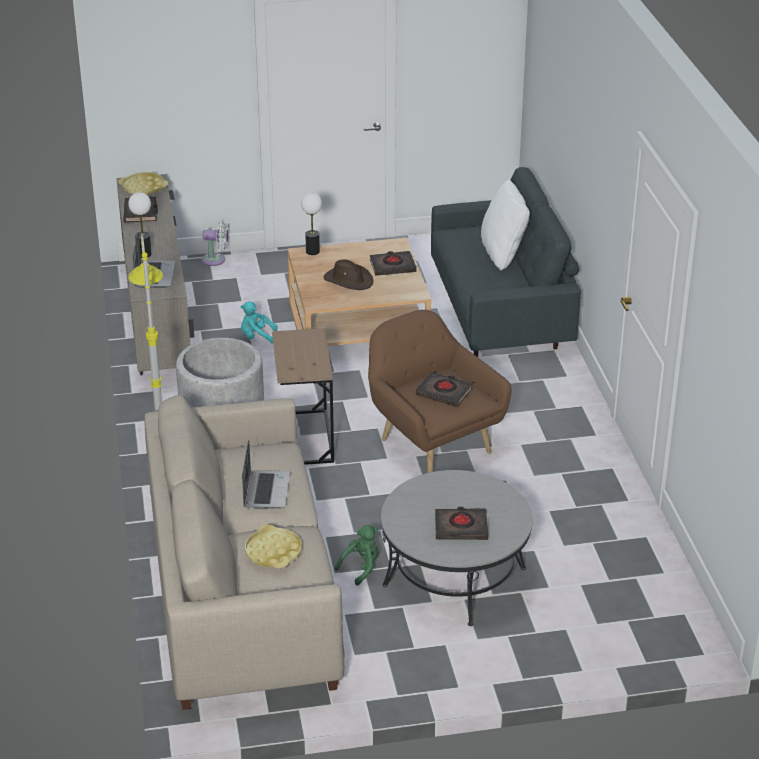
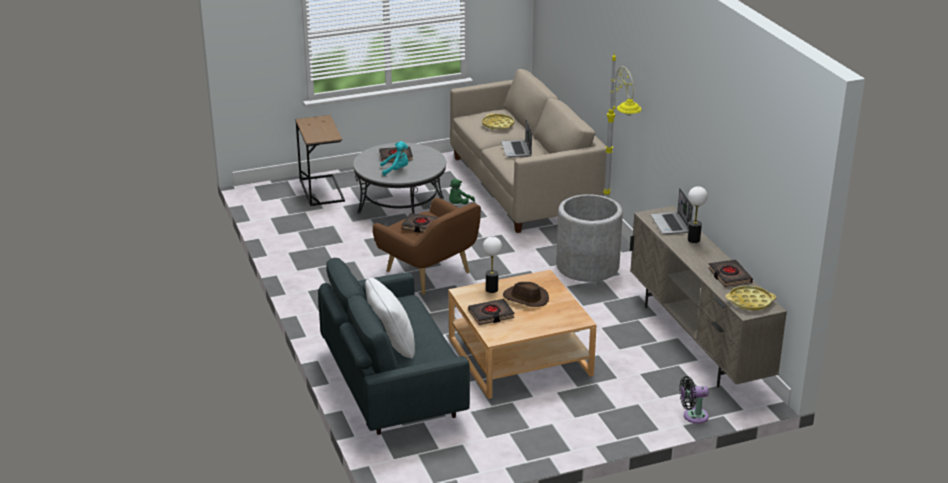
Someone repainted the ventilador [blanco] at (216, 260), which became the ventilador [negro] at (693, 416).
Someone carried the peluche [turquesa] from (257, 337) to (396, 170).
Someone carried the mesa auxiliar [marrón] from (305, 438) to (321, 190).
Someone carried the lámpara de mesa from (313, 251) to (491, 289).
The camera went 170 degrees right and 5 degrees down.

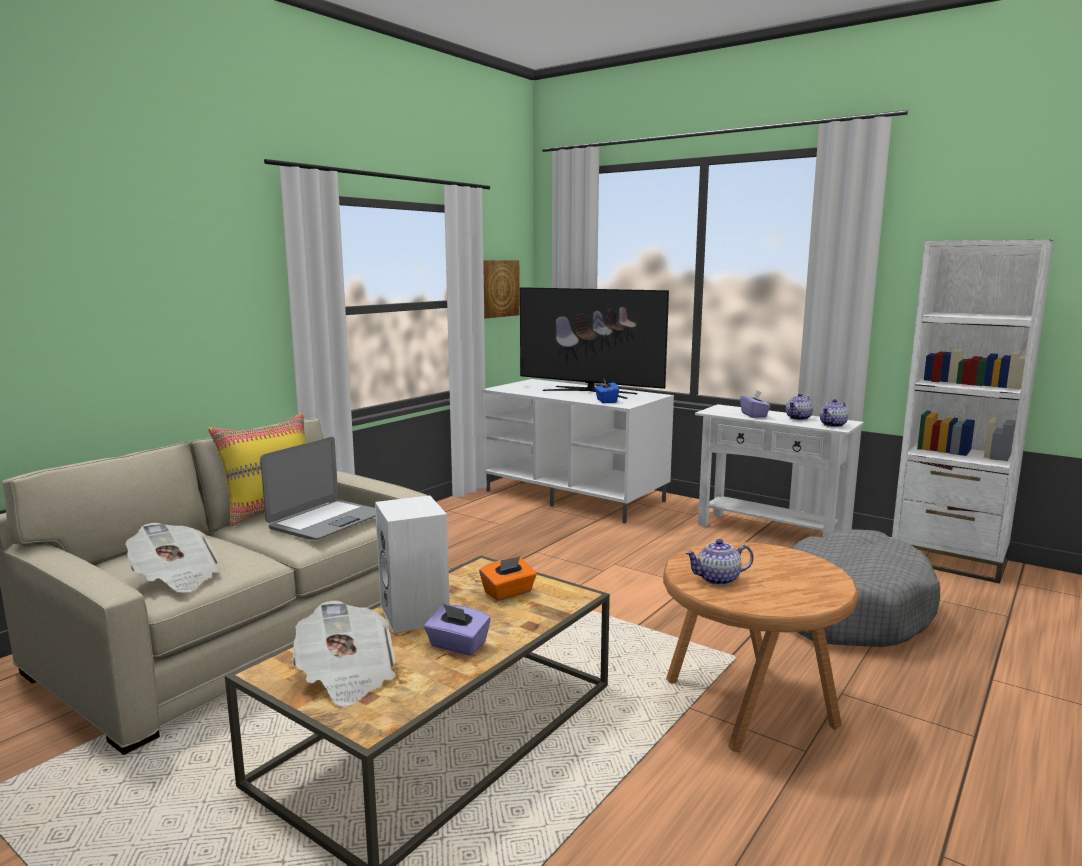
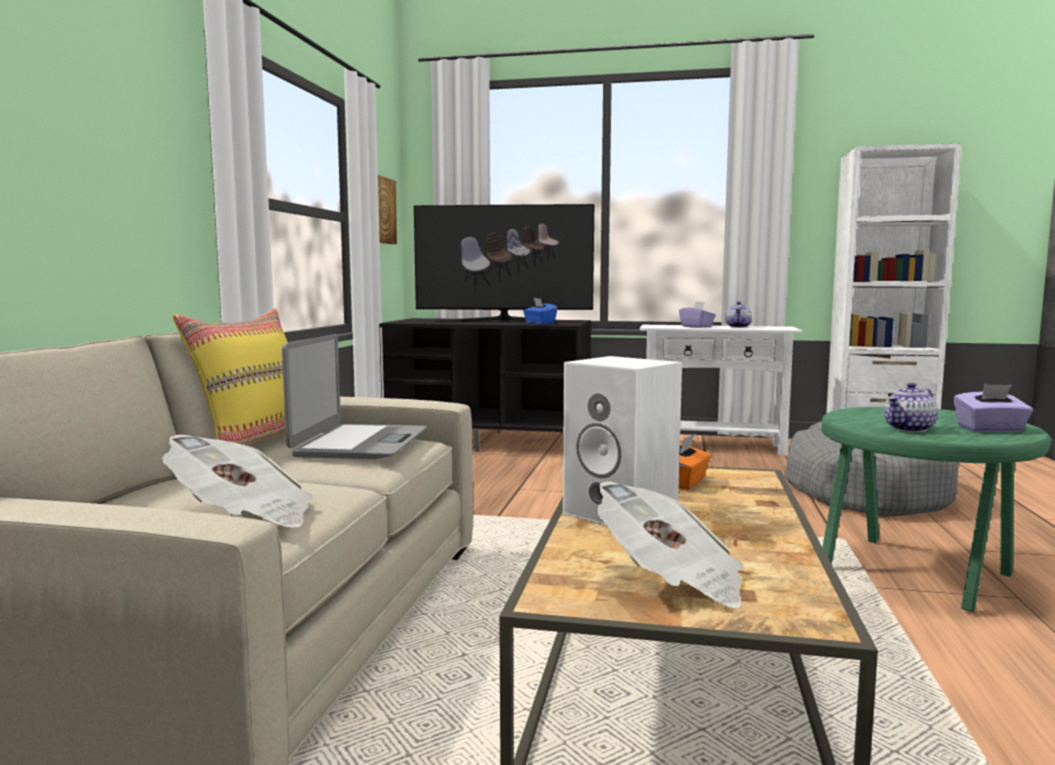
Someone carried the caja de pañuelos [morado] from (457, 645) to (990, 429).
Someone repainted the mueble de televisión [blanco] at (576, 496), which became the mueble de televisión [negro] at (490, 441).
Someone repainted the mesa auxiliar [marrón] at (749, 706), which became the mesa auxiliar [verde] at (918, 574).
Someone took away the tetera at (833, 425).
The camera went 25 degrees left and 5 degrees down.

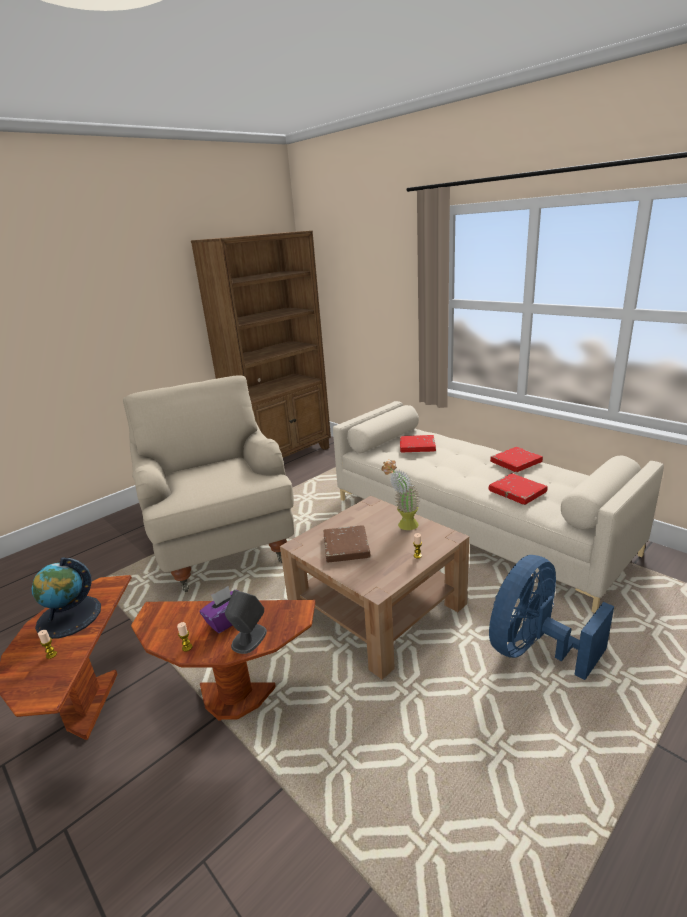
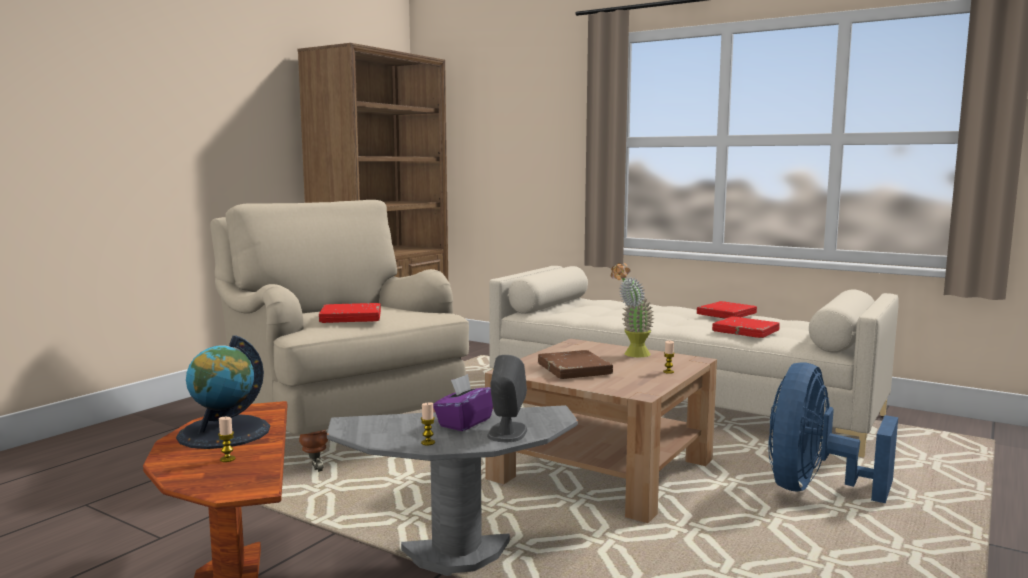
Someone repainted the mesa auxiliar [marrón] at (234, 698), which became the mesa auxiliar [gris] at (457, 555).
Someone carried the libro [rojo] from (417, 446) to (351, 318).
The camera went 15 degrees left and 15 degrees down.

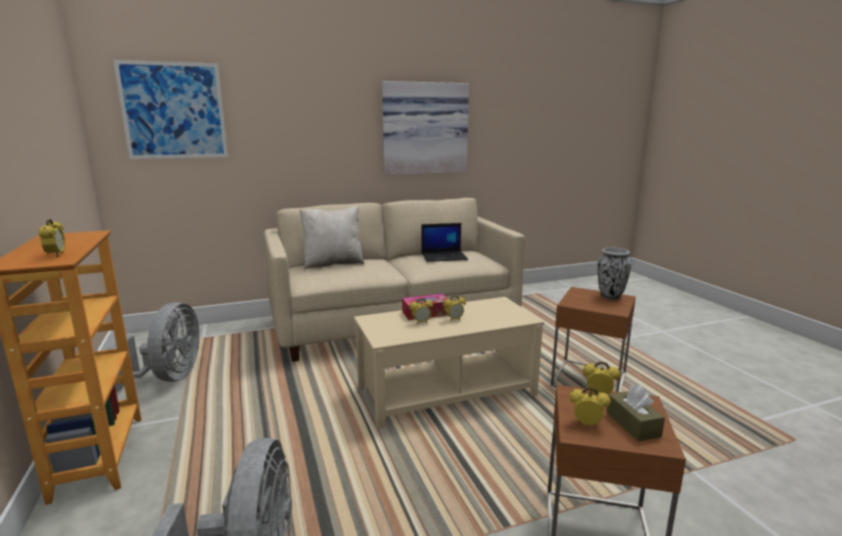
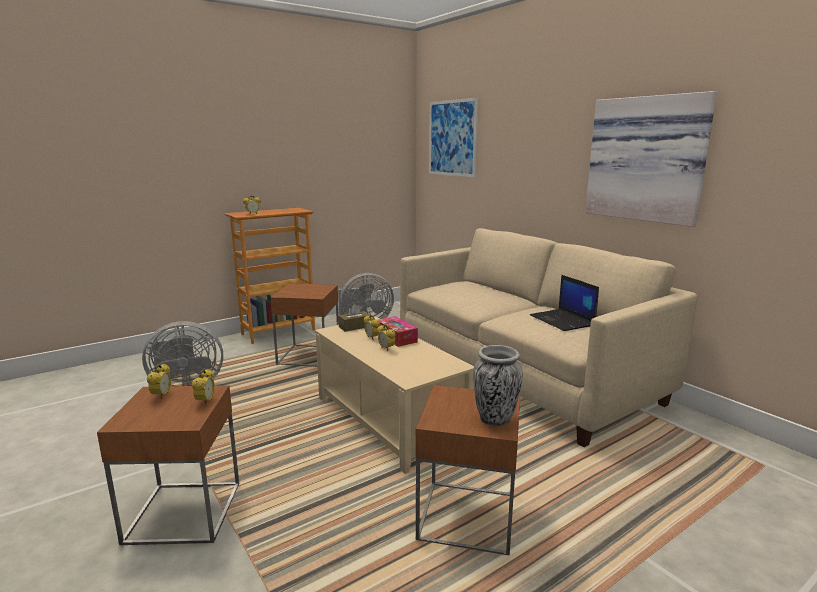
Someone took away the cojín [beis] at (333, 264).
Someone carried the caja de pañuelos [marrón] from (633, 424) to (354, 327).
Someone put down the mesa auxiliar [marrón] at (309, 356).
The camera went 75 degrees right and 0 degrees up.

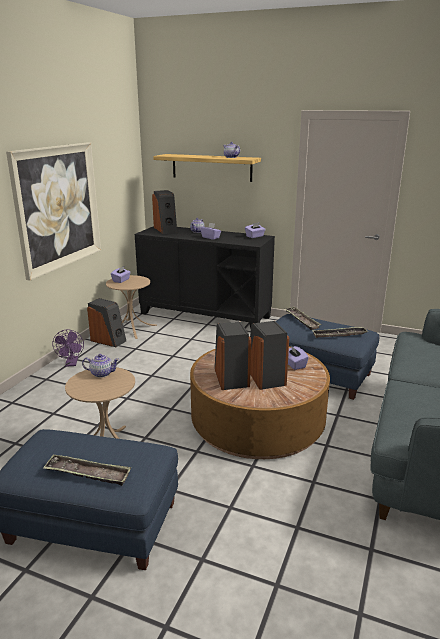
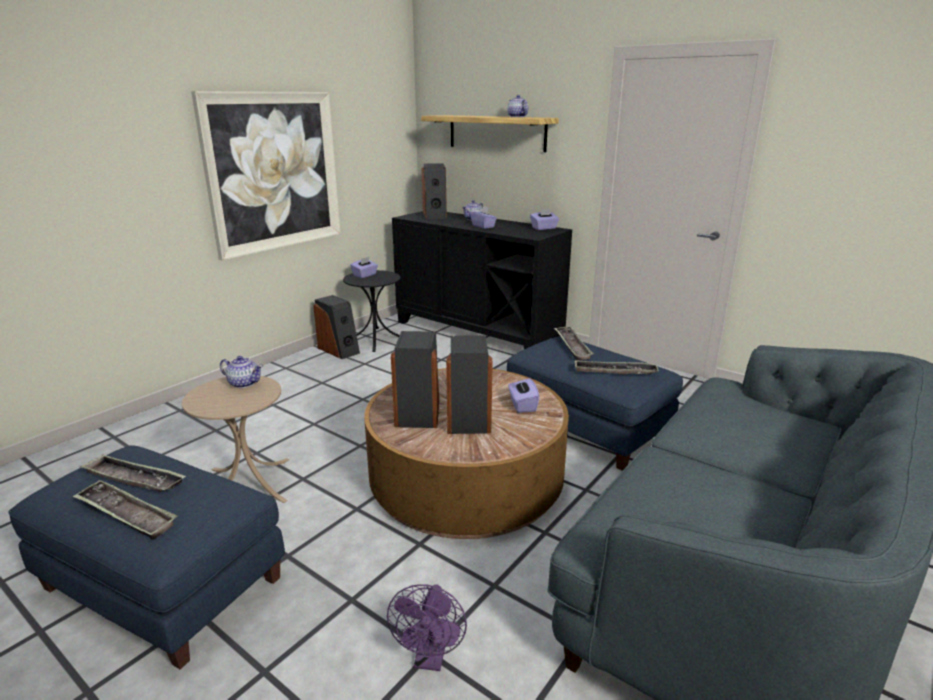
Someone carried the ventilador [morado] from (71, 364) to (430, 658).
Someone repainted the mesa auxiliar [beis] at (131, 328), which became the mesa auxiliar [negro] at (375, 338).
Someone put down the bandeja at (134, 479).
The camera went 15 degrees right and 0 degrees up.

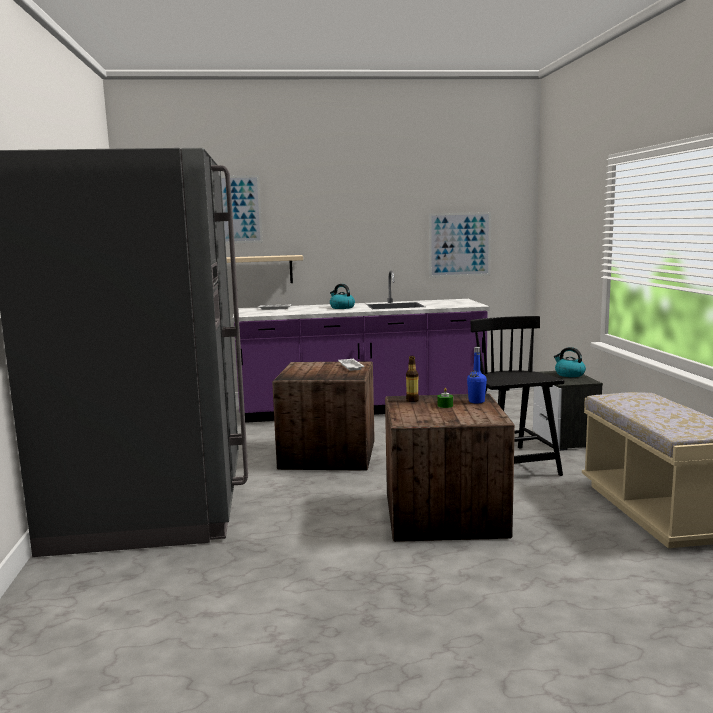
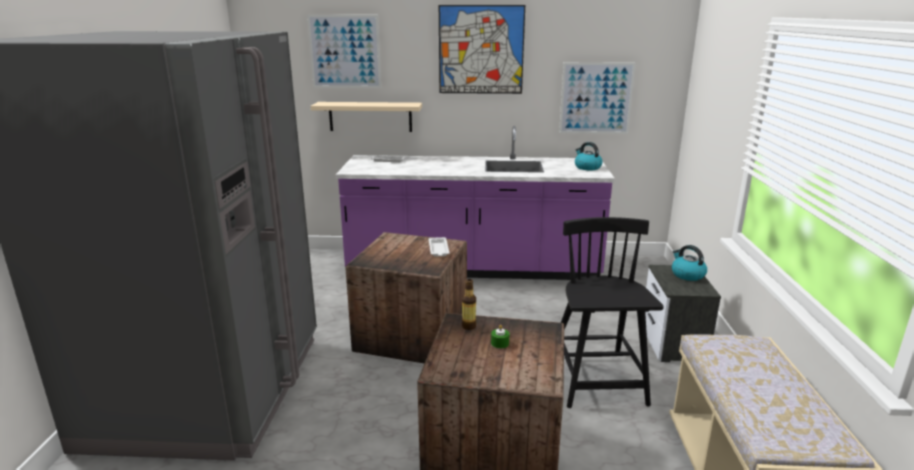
Someone carried the hervidor from (341, 307) to (587, 167).
Someone took away the botella [azul] at (476, 401).
Someone put up the cuadro at (481, 50).
The camera went 10 degrees right and 10 degrees up.

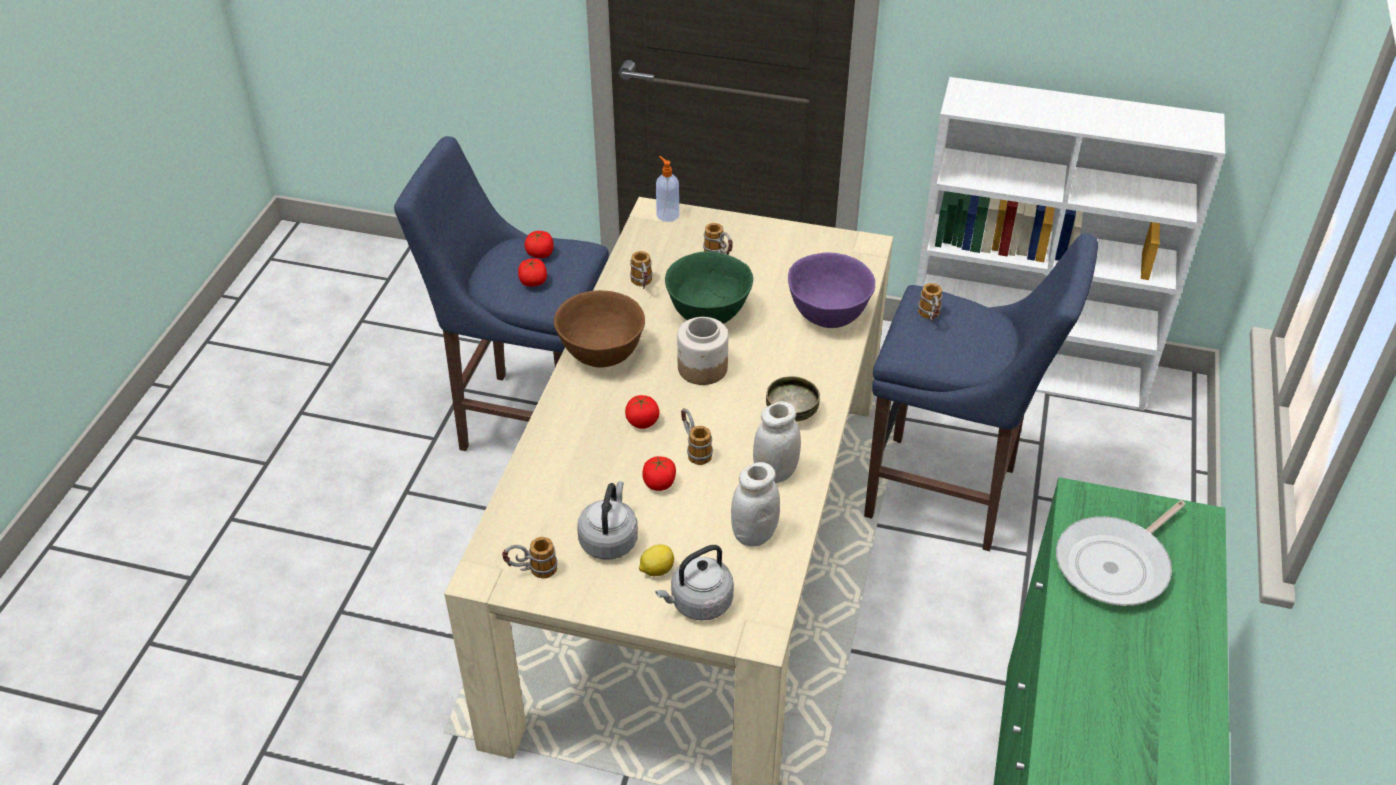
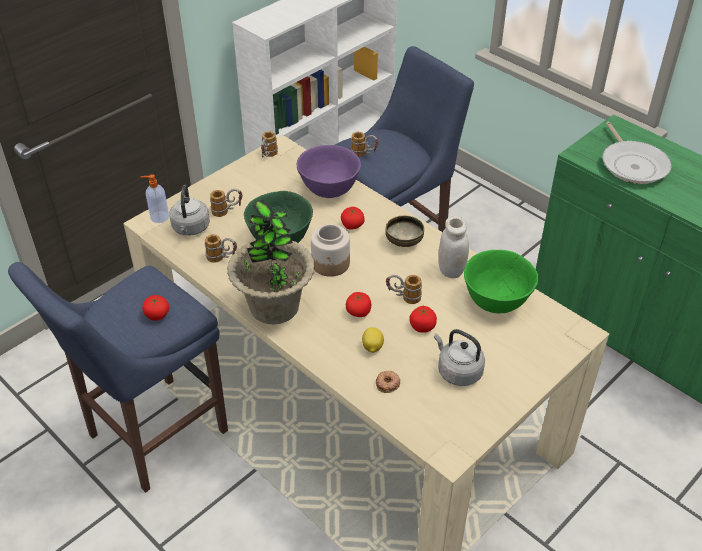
Someone carried the taza grande from (531, 571) to (268, 156).
Someone carried the tomate from (540, 254) to (352, 225).
Someone swapped the cuenco [marrón] at (601, 354) for the planta en maceta at (274, 307).
Someone carried the limón from (656, 570) to (372, 347).
Someone carried the hervidor [gris] from (698, 603) to (190, 229).
Someone swapped the tarro [blanco] at (754, 534) for the cuenco [verde] at (497, 301).
Someone put down the rosquilla at (388, 383).
The camera went 60 degrees left and 0 degrees up.

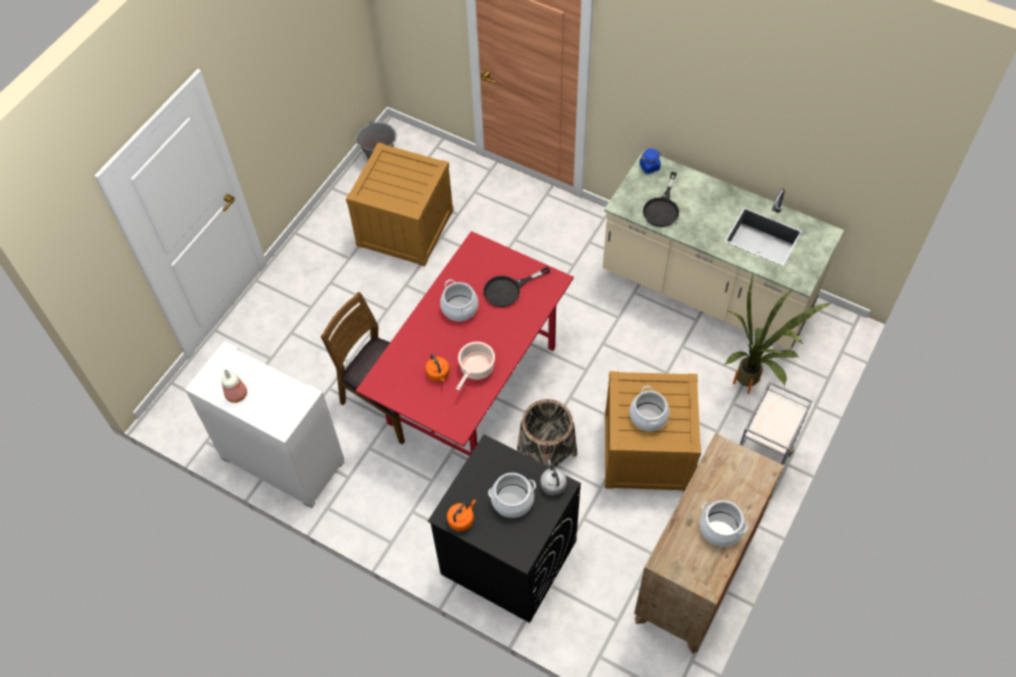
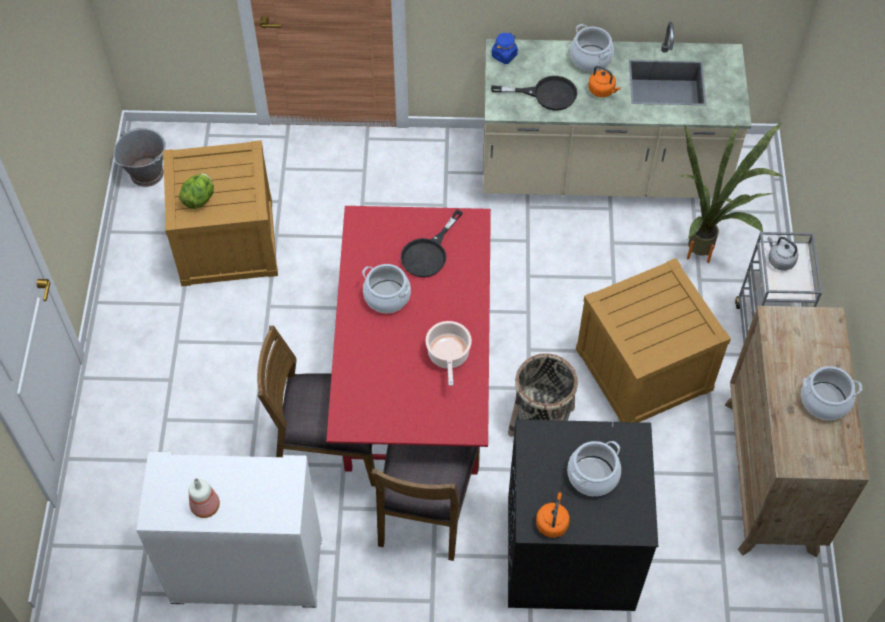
Someone carried the hervidor [naranja] from (438, 374) to (602, 90).
Someone carried the hervidor [gris] from (552, 484) to (779, 260).
Someone carried the olla from (648, 416) to (590, 59).
Someone rotated the sartén [negro] at (662, 208) by 75 degrees counterclockwise.
Someone put down the lechuga at (199, 199).
Someone put down the silla [marrón] at (426, 506).
The camera went 30 degrees left and 0 degrees up.

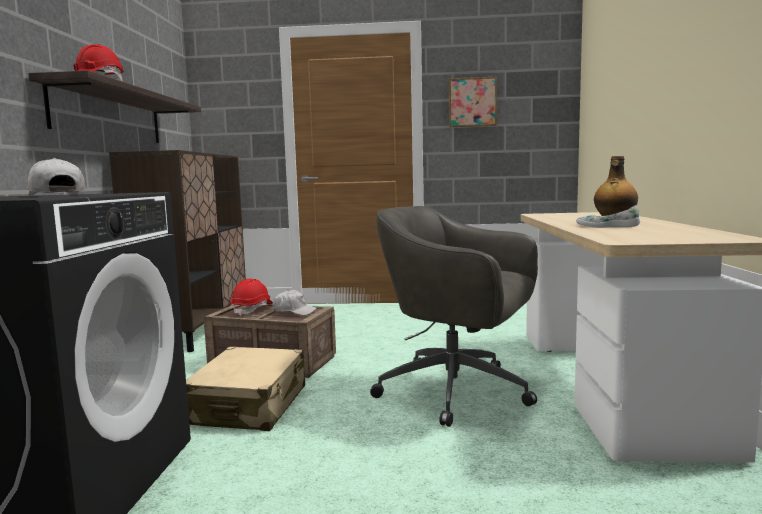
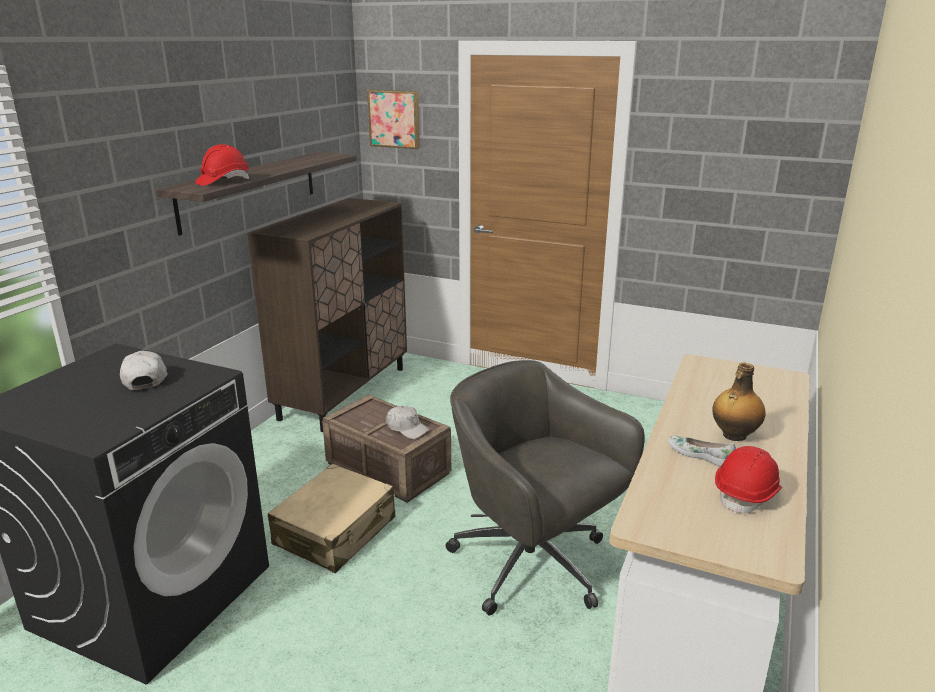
Someone carried the casco [rojo] from (253, 309) to (747, 494).
Someone carried the cuadro from (472, 102) to (395, 119).
The camera went 20 degrees right and 15 degrees up.

